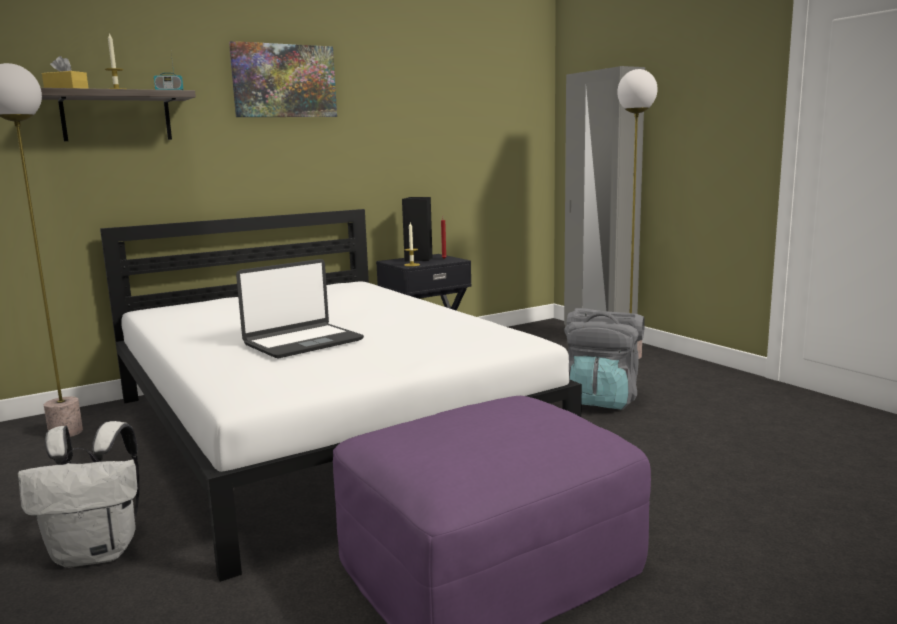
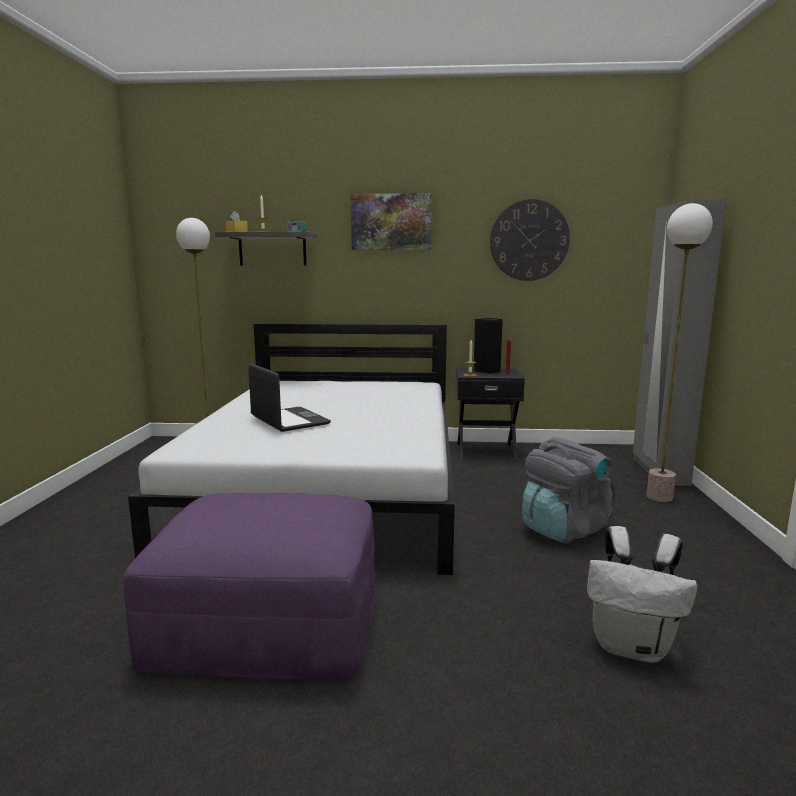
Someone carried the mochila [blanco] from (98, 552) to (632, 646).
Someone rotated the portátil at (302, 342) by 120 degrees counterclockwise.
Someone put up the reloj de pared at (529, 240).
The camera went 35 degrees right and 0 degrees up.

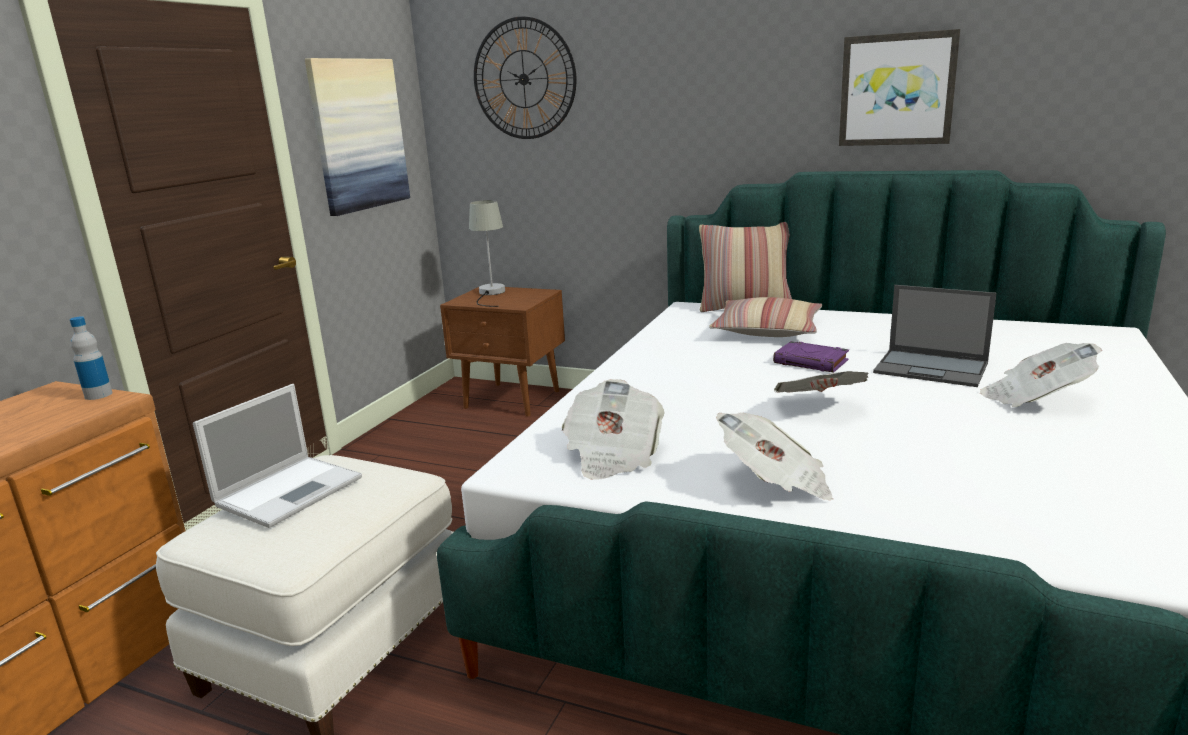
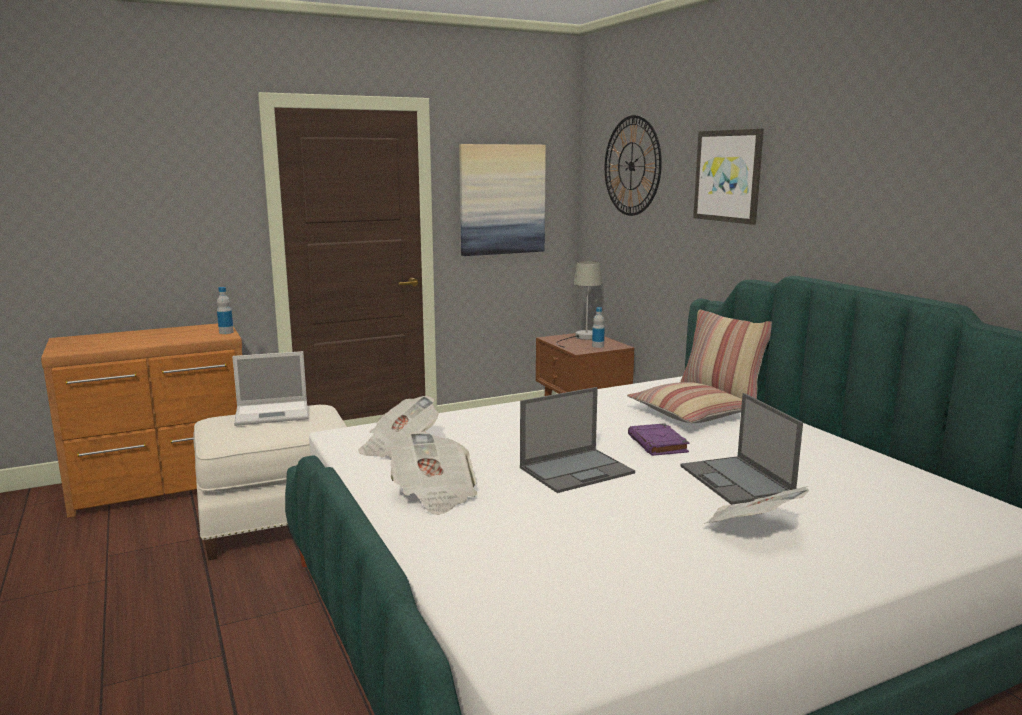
Someone swapped the periódico at (818, 407) for the portátil at (577, 470).
Someone carried the cuadro from (897, 90) to (728, 176).
Someone put down the botella at (598, 346).
The camera went 40 degrees right and 5 degrees down.

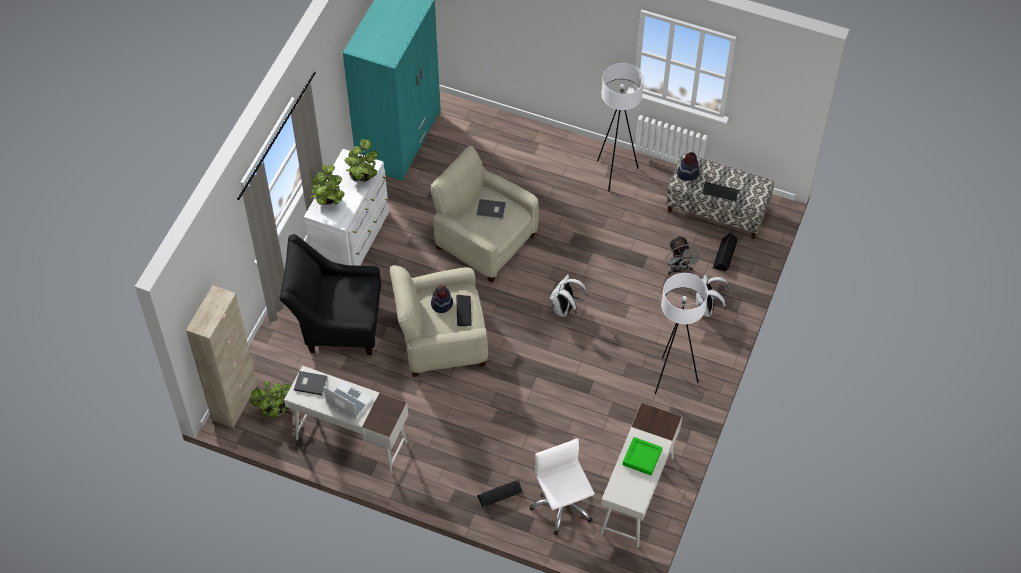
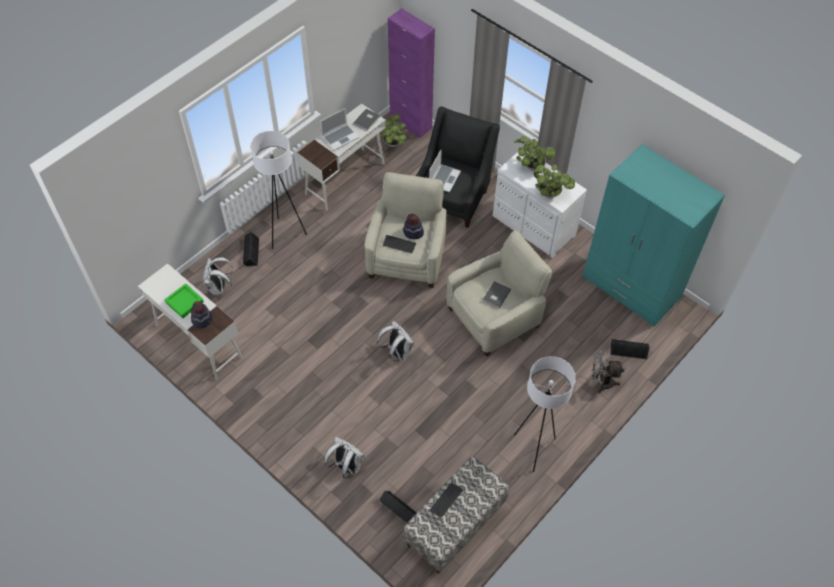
Someone repainted the armario [beis] at (235, 402), which became the armario [morado] at (410, 123).
Someone swapped the silla de oficina [blanco] at (562, 506) for the mochila [blanco] at (219, 288).
Someone carried the lámpara de pie [blanco] from (672, 378) to (285, 234).
Someone carried the ventilador [gris] from (679, 270) to (601, 382).
Someone carried the sombrero from (687, 172) to (202, 319).
Someone put down the portátil at (444, 178).
Someone put down the altavoz [negro] at (628, 350).
The camera went 110 degrees right and 0 degrees up.

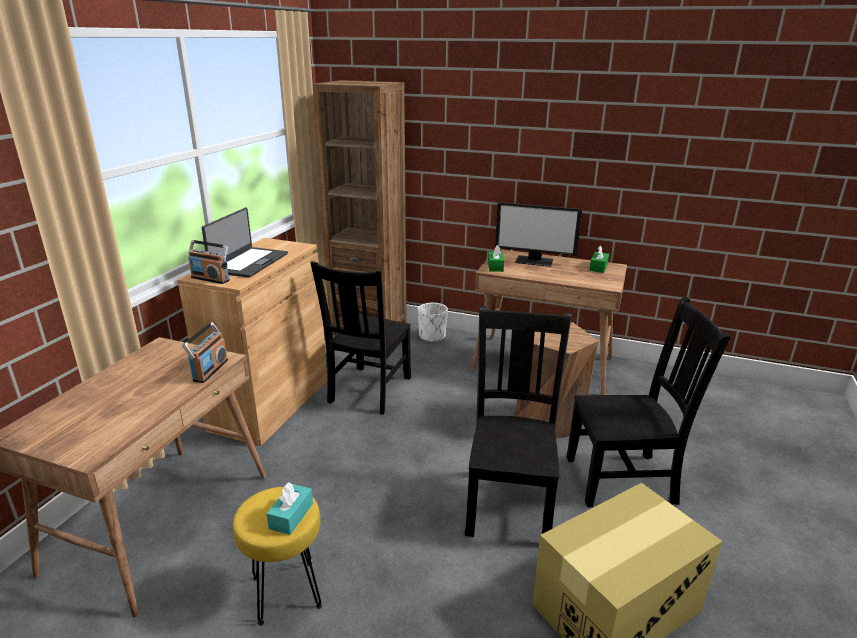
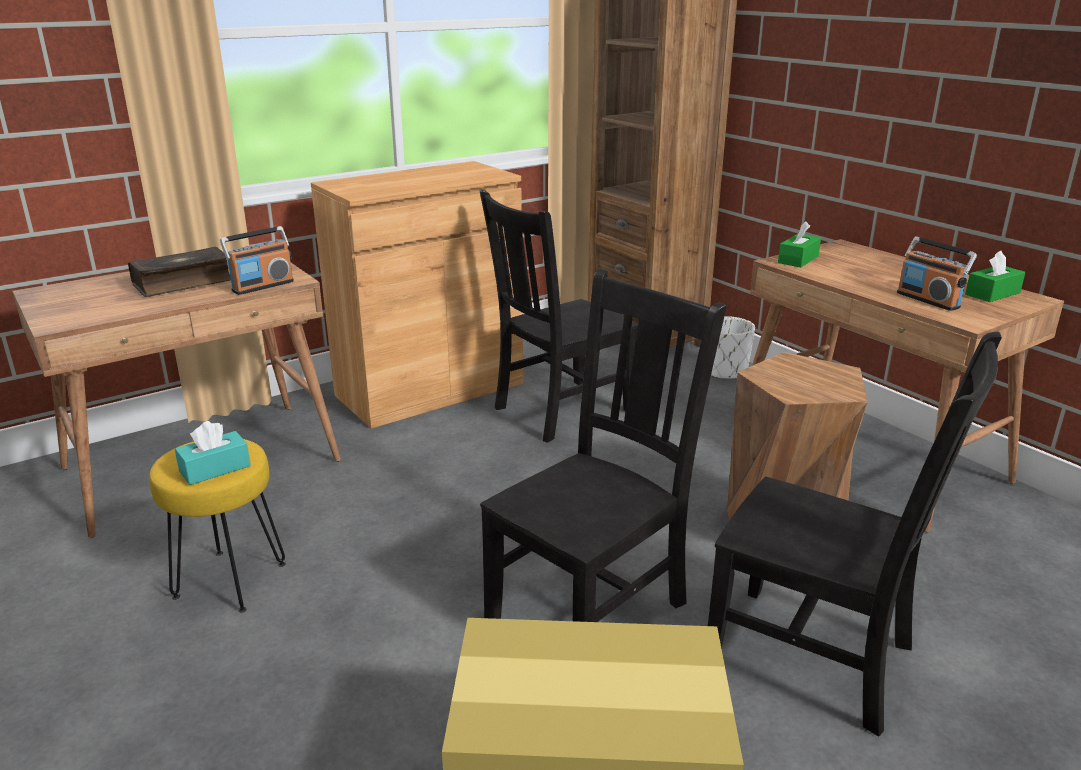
Someone carried the radio from (211, 279) to (928, 300).
Someone took away the portátil at (248, 262).
Someone took away the monitor at (534, 261).
Someone put down the libro at (183, 283).
The camera went 35 degrees right and 0 degrees up.

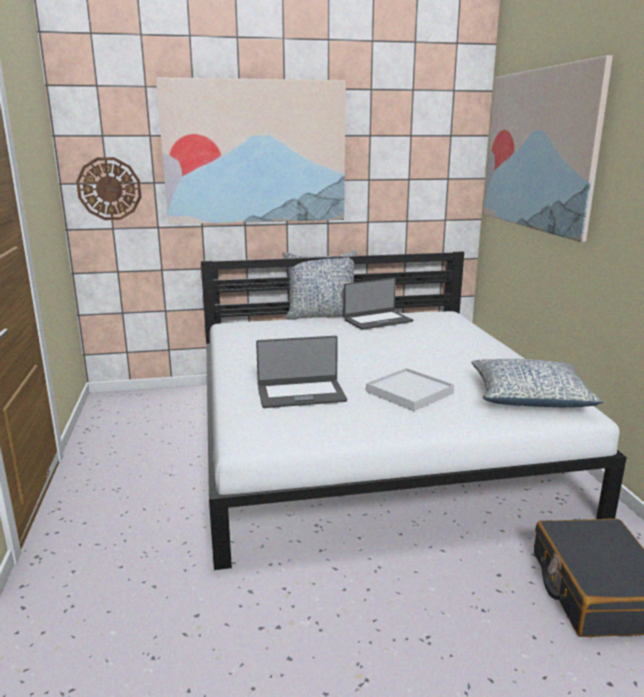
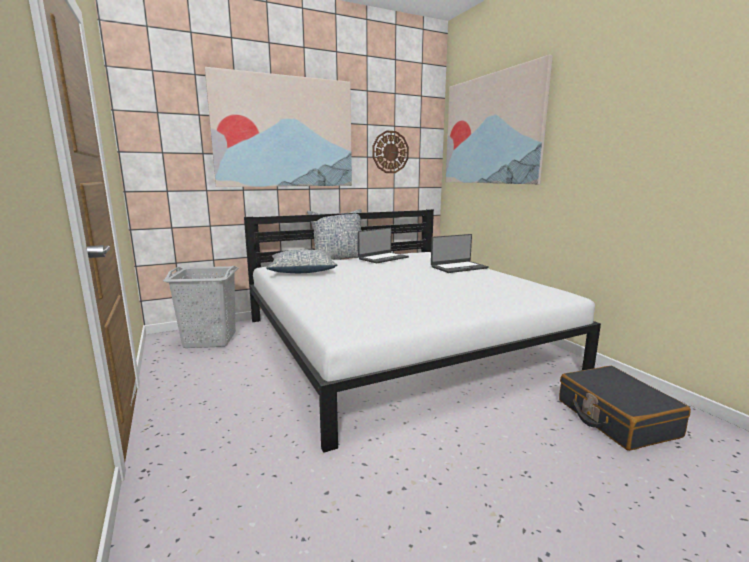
Someone carried the reloj de pared from (109, 189) to (390, 152).
Someone carried the portátil from (301, 394) to (458, 267).
Someone took away the bandeja [blanco] at (409, 392).
Someone carried the cojín from (529, 397) to (303, 271).
Someone put down the cesto de la ropa [gris] at (210, 340).
The camera went 15 degrees left and 5 degrees down.

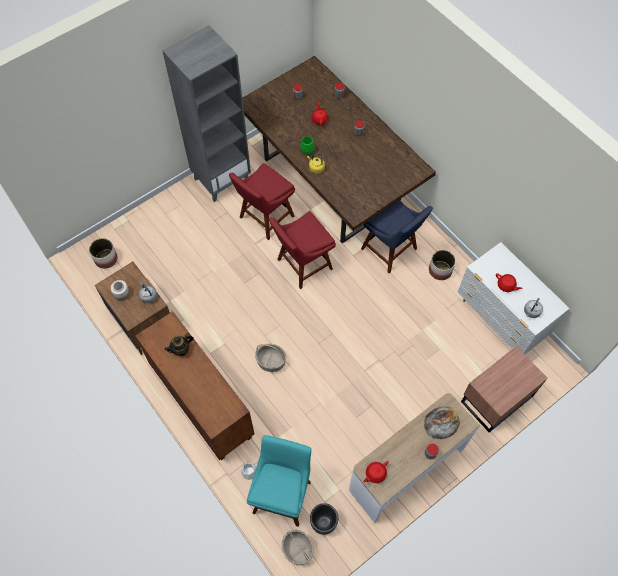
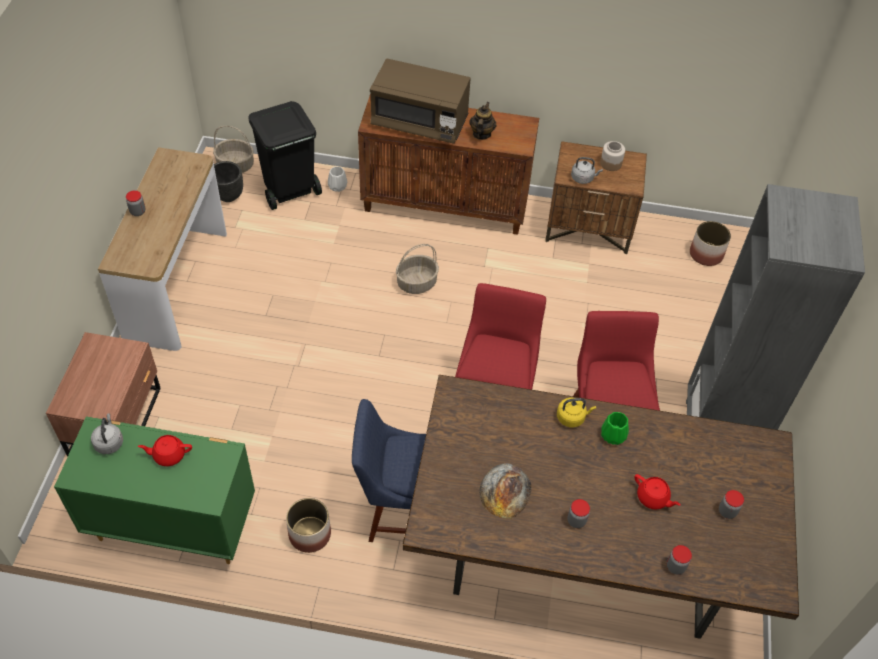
Someone swapped the silla [turquesa] at (282, 494) for the papelera [negro] at (289, 191).
Someone took away the tetera [rojo] at (375, 474).
Someone carried the pan from (441, 422) to (505, 490).
Someone repainted the cómoda [blanco] at (500, 320), which became the cómoda [verde] at (172, 525).
Someone put down the microondas [marrón] at (419, 122).
The camera went 135 degrees right and 10 degrees down.

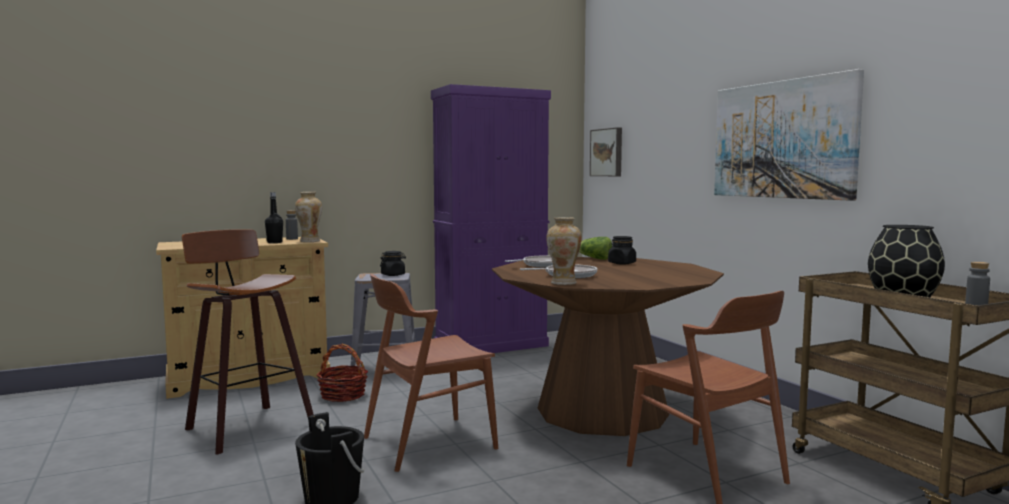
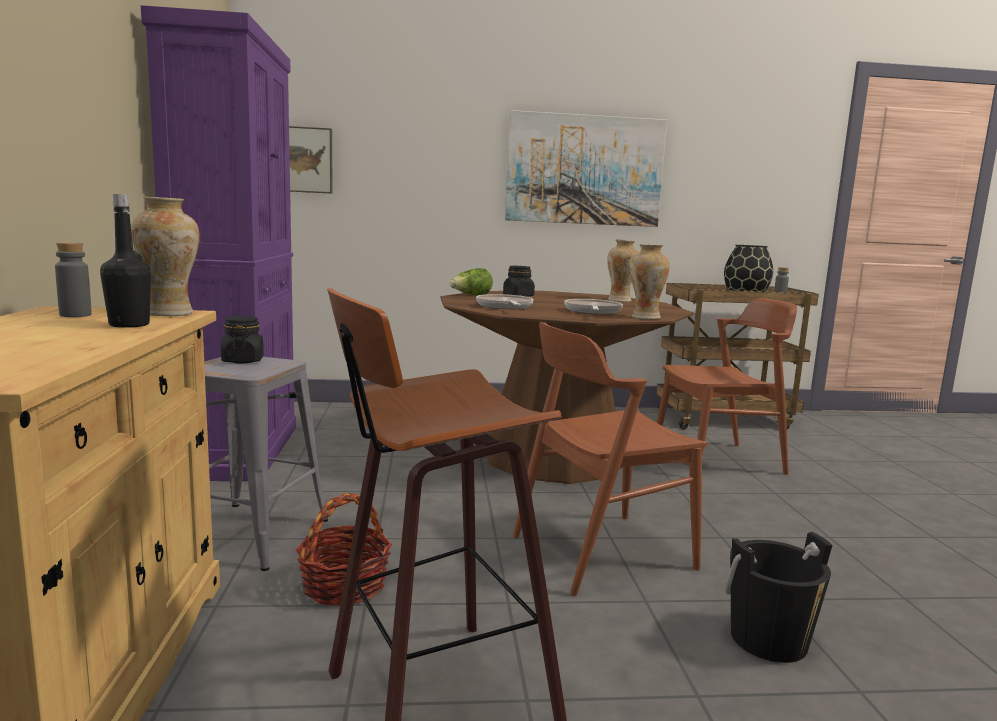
Someone rotated the silla [marrón] at (428, 443) by 75 degrees clockwise.
Someone put down the florero at (620, 300).
The camera went 70 degrees left and 5 degrees up.

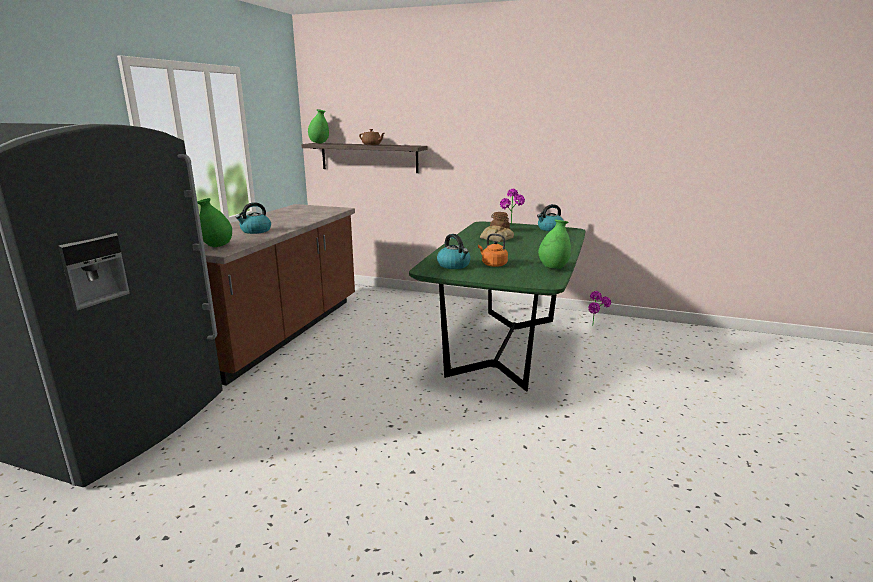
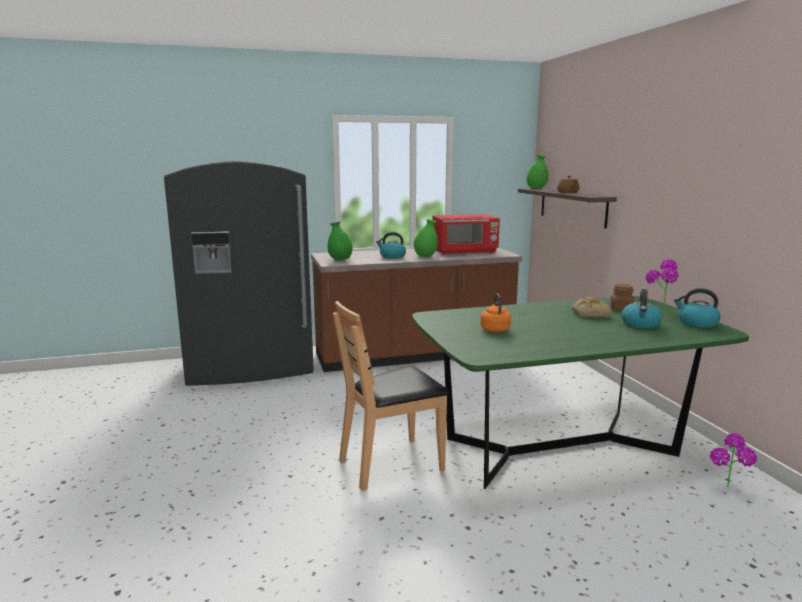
Someone carried the hervidor from (454, 265) to (640, 324).
Someone carried the florero [verde] from (553, 268) to (425, 256).
Someone put down the silla [marrón] at (391, 464).
Someone put down the microondas [rojo] at (465, 252).
The camera went 55 degrees right and 5 degrees down.

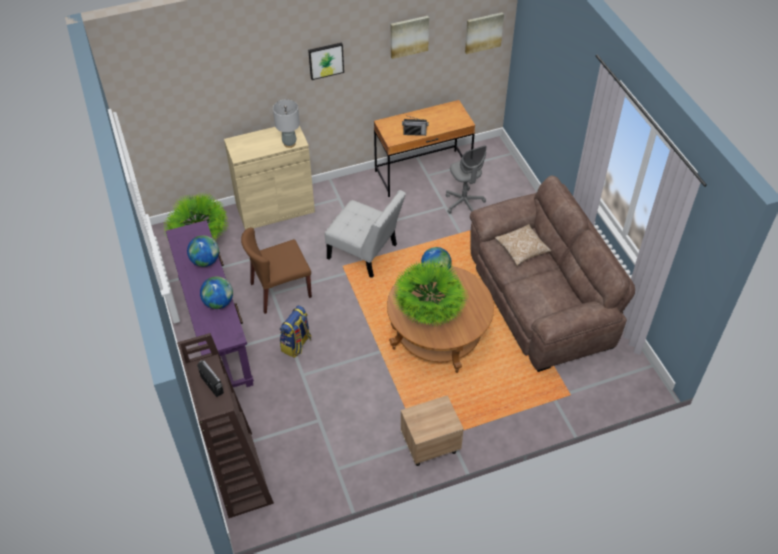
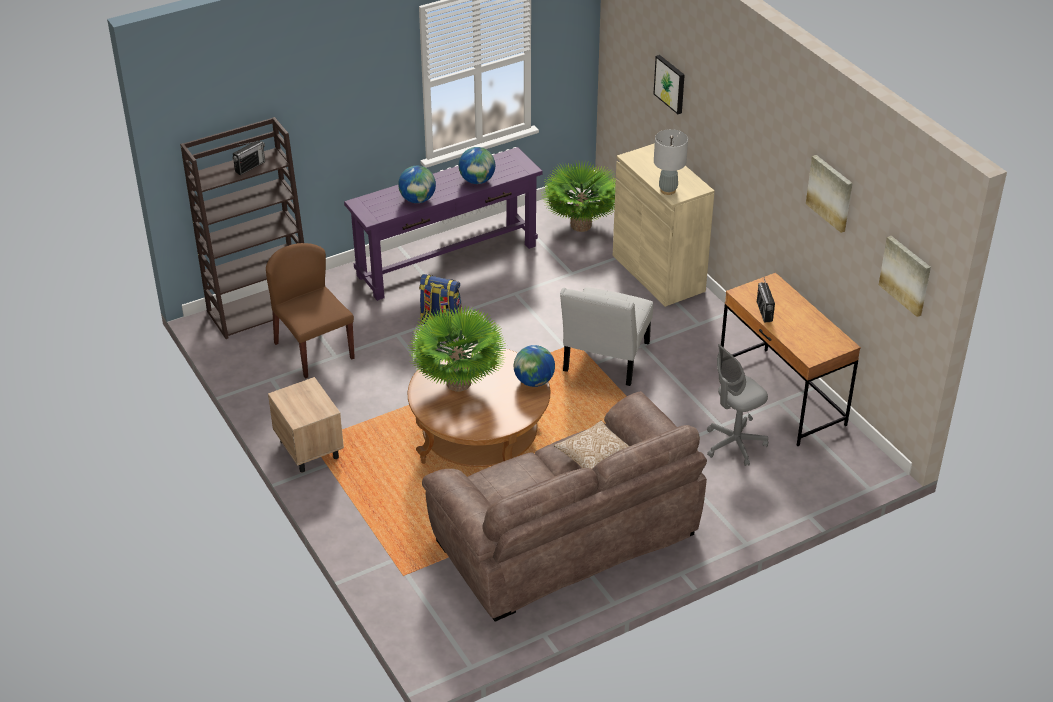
Someone carried the silla [marrón] from (280, 290) to (313, 350).
Someone carried the cuadro from (326, 60) to (670, 84).
The camera went 80 degrees right and 10 degrees down.

